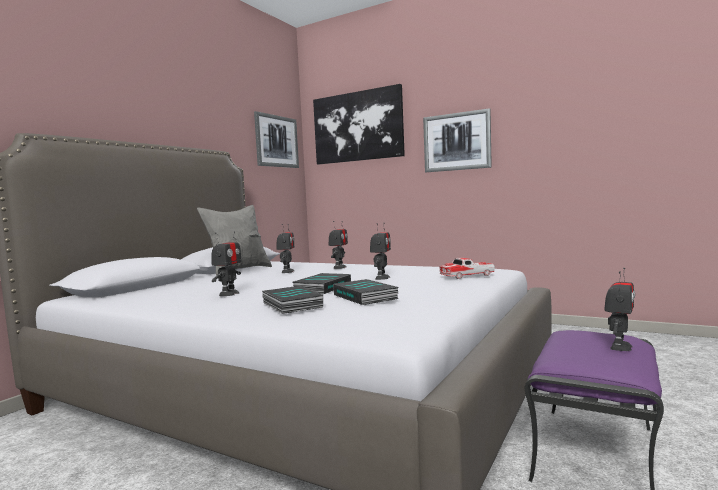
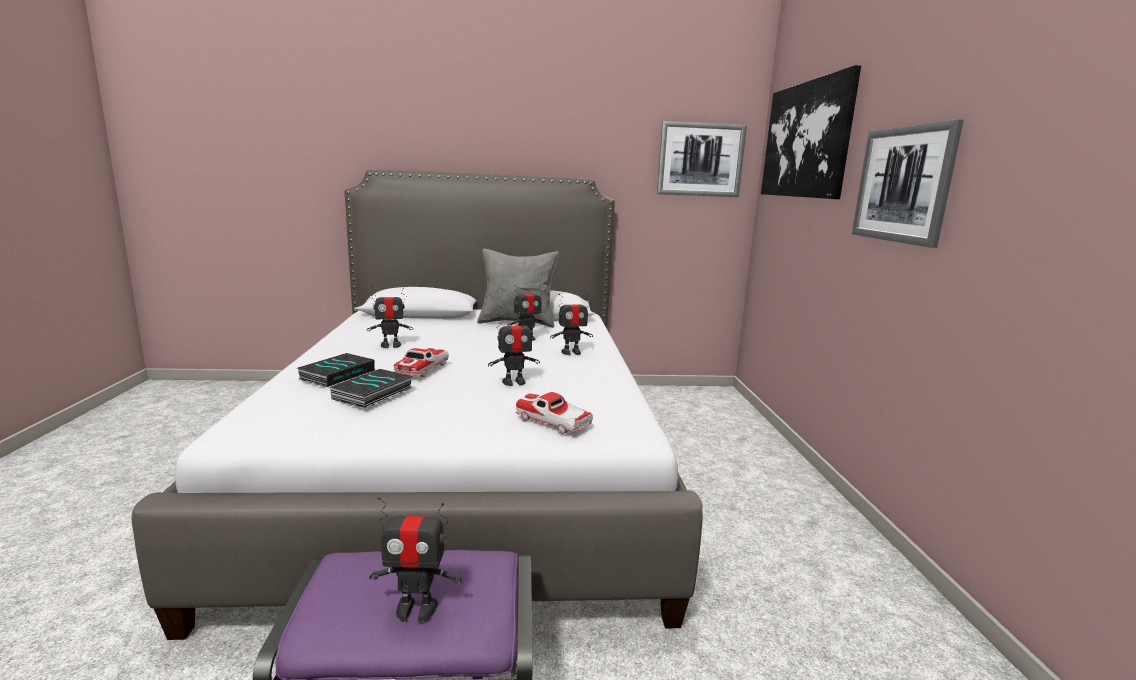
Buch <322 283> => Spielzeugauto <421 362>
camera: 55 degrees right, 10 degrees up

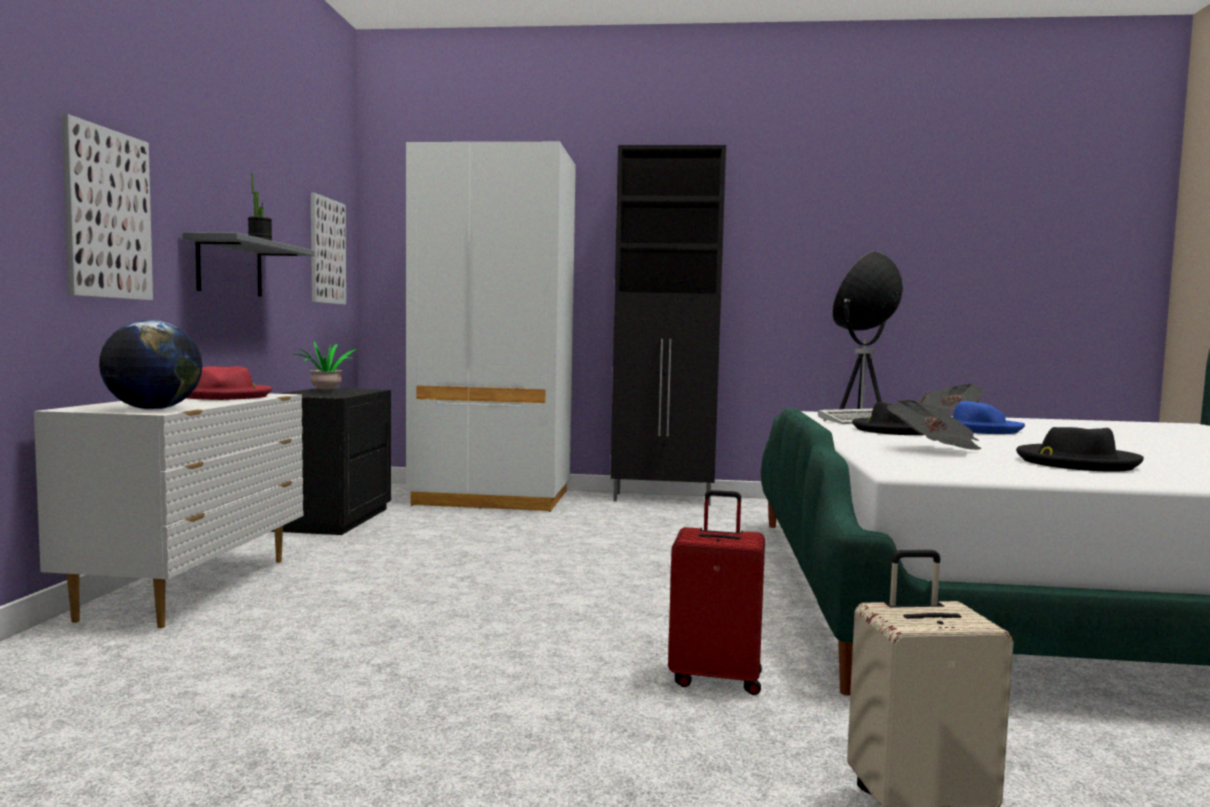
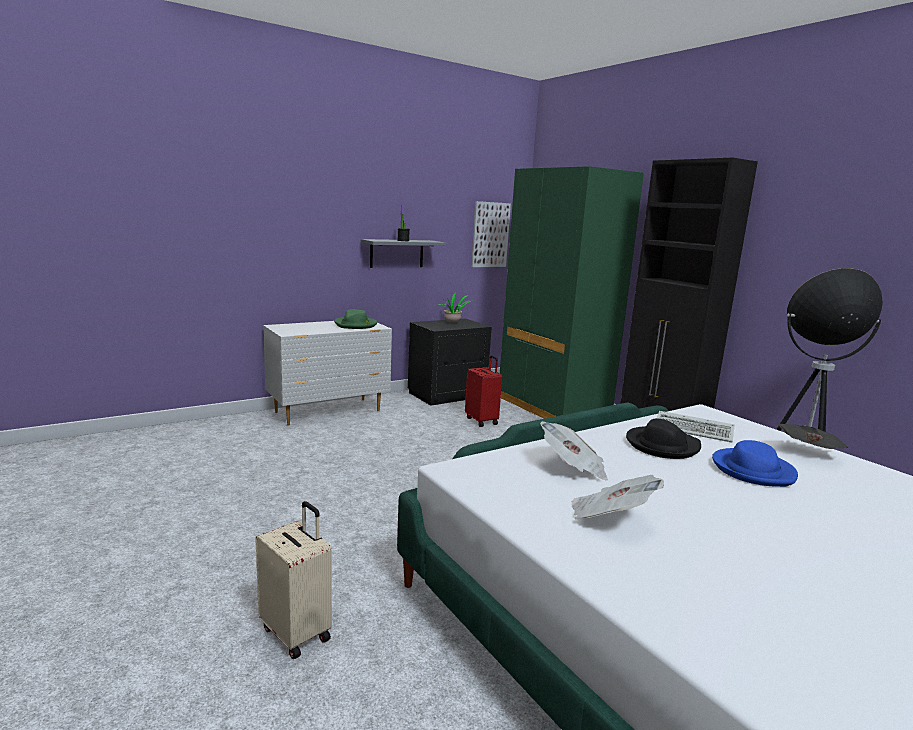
Hut [rot] <229 383> => Hut [grün] <355 319>
Koffer [rot] <716 592> => Koffer [rot] <483 391>, moved
Kleiderschrank [weiß] <491 327> => Kleiderschrank [grün] <572 292>
Hut [schwarz] <1080 449> => Zeitung <617 497>
Bild <107 207> => nothing
Globus <150 364> => nothing
camera: 50 degrees right, 10 degrees up

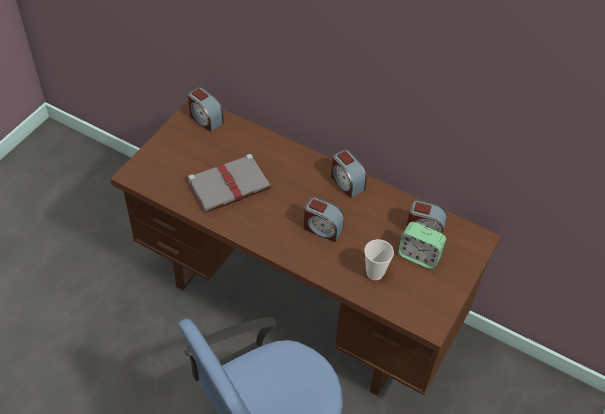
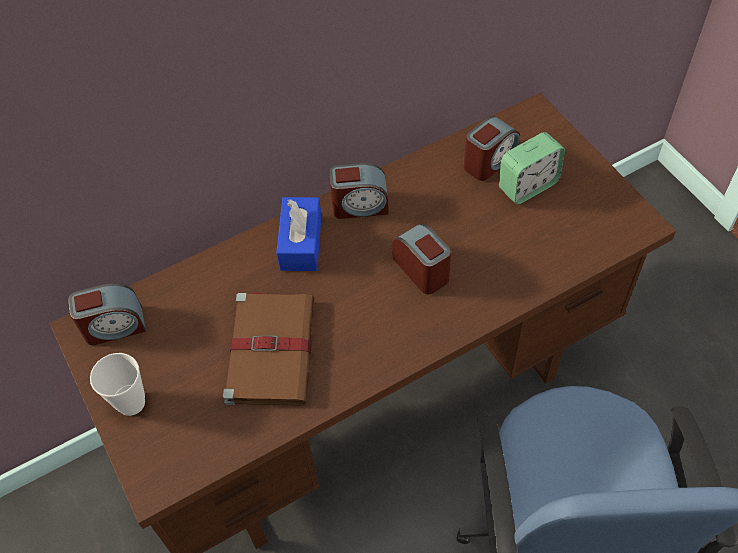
Tasse <379 259> => Tasse <117 384>, moved
Buch [grau] <229 183> => Buch [braun] <268 348>
nothing => Taschentuchbox [blau] <299 234>
Wecker <323 219> => Wecker <421 259>, 90 degrees counterclockwise
camera: 55 degrees left, 5 degrees up

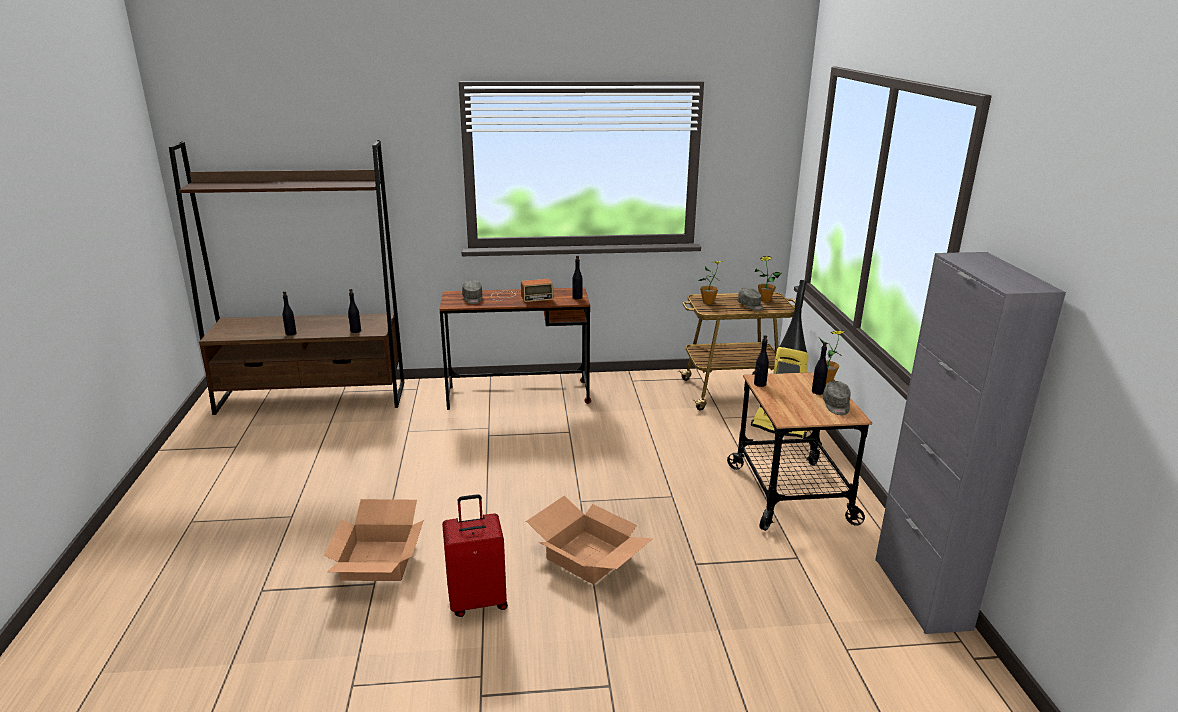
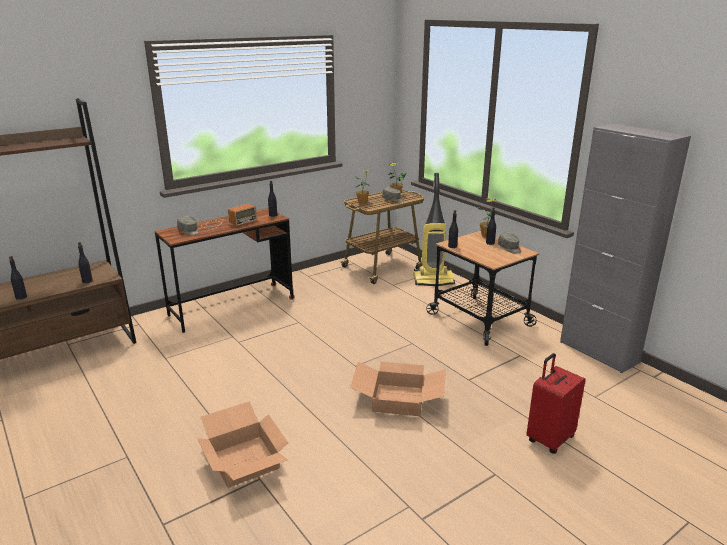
Koffer [rot] <475 555> => Koffer [rot] <555 403>, moved
camera: 30 degrees left, 0 degrees up

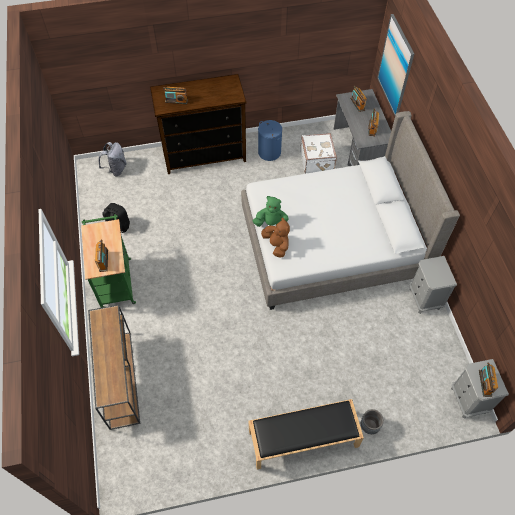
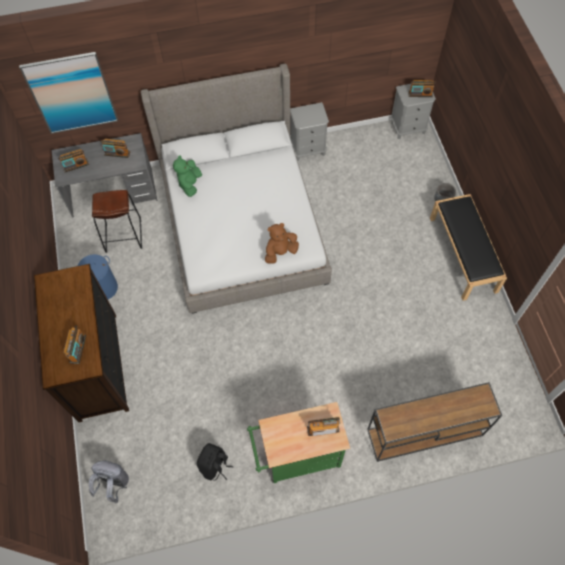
Koffer [weiß] <318 153> => Hocker [braun] <117 221>
Plüschtier [grün] <271 211> => Plüschtier [grün] <187 176>, moved
camera: 90 degrees left, 5 degrees up

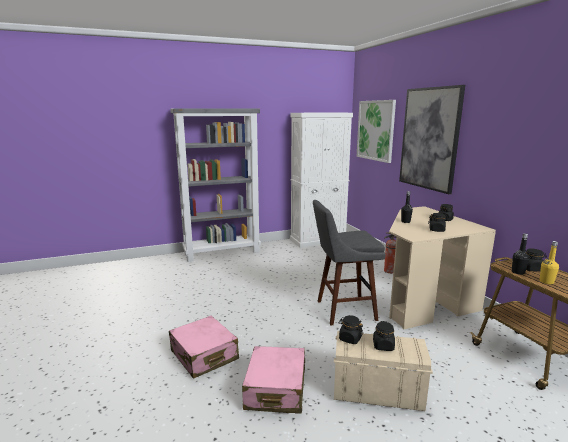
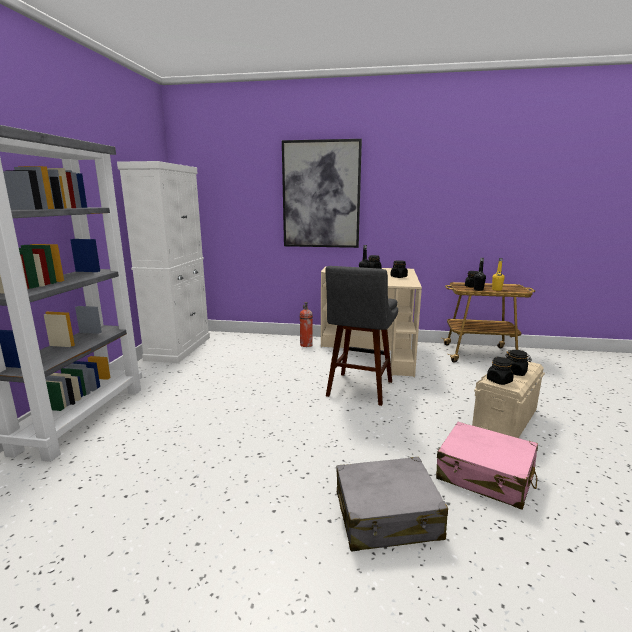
Koffer [rosa] <204 347> => Koffer [grau] <392 504>
Bild <376 131> => nothing
camera: 60 degrees left, 0 degrees up

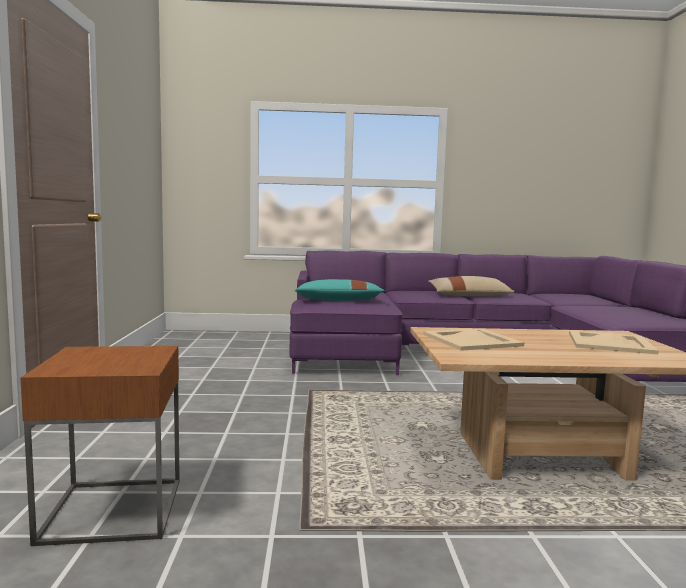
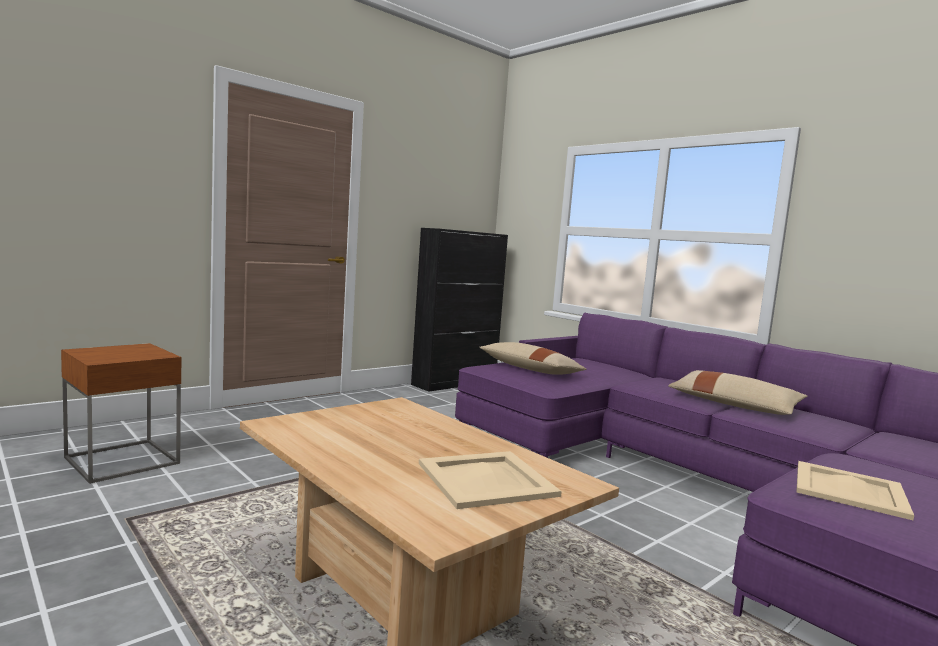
nothing => Schrank [schwarz] <459 310>
Kissen [türkis] <340 290> => Kissen [beige] <533 358>
Tablett [beige] <473 339> => Tablett [beige] <855 490>, moved
camera: 50 degrees right, 0 degrees up

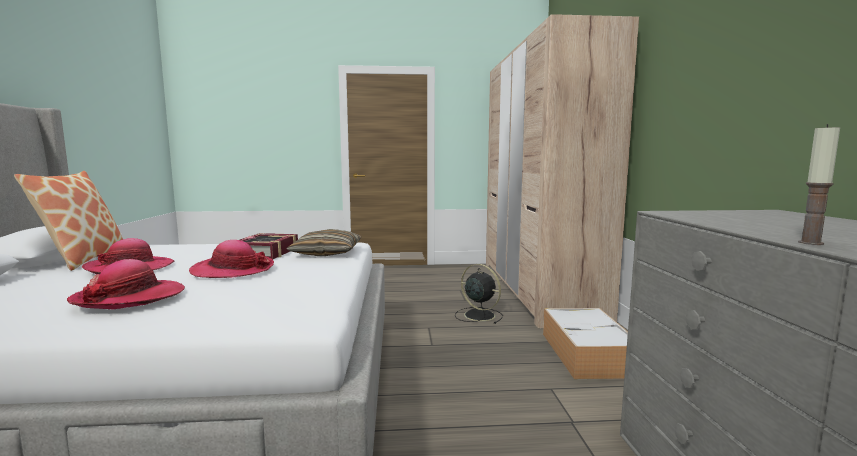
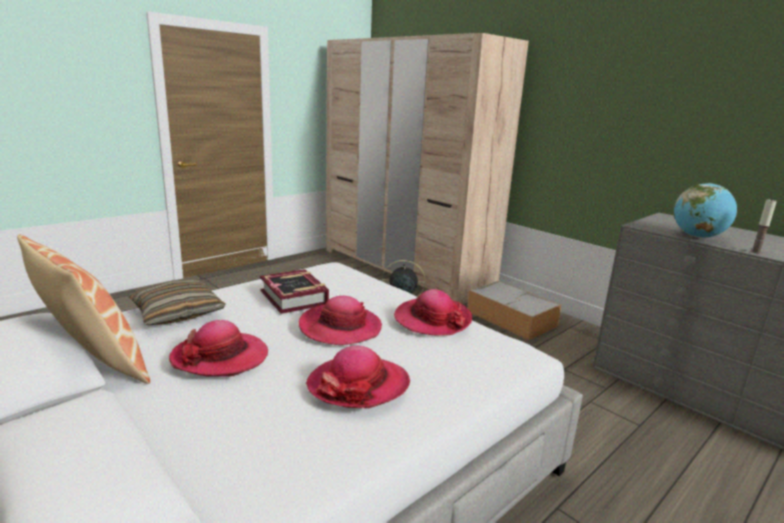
Kissen <323 242> => Kissen <176 302>, moved
nothing => Hut <433 312>
nothing => Globus <705 210>
camera: 40 degrees left, 10 degrees up

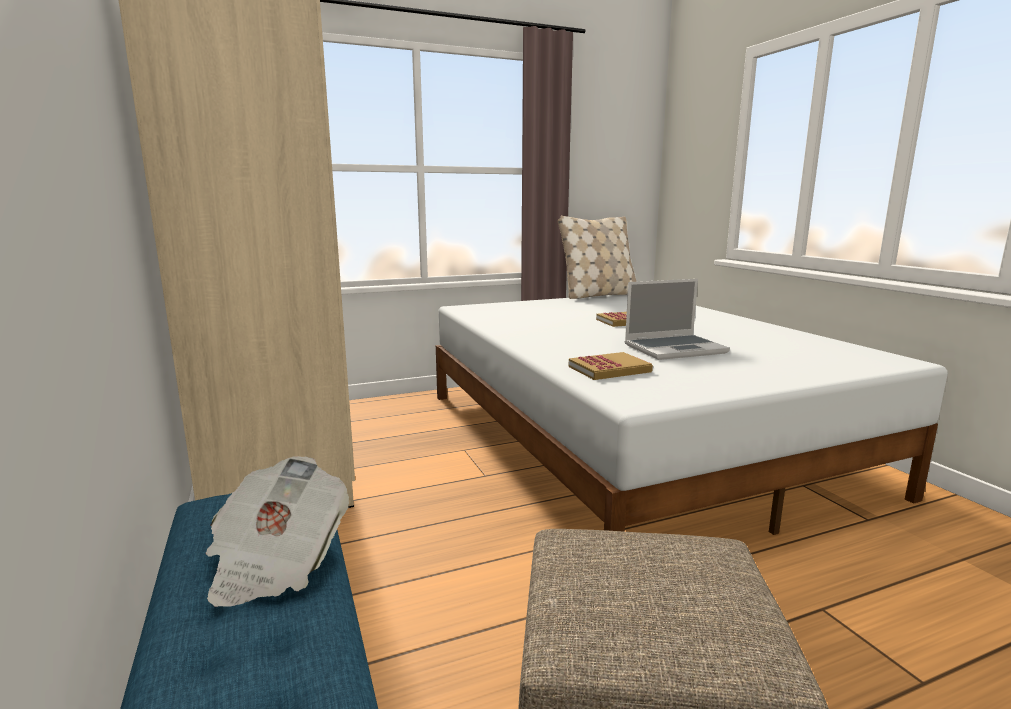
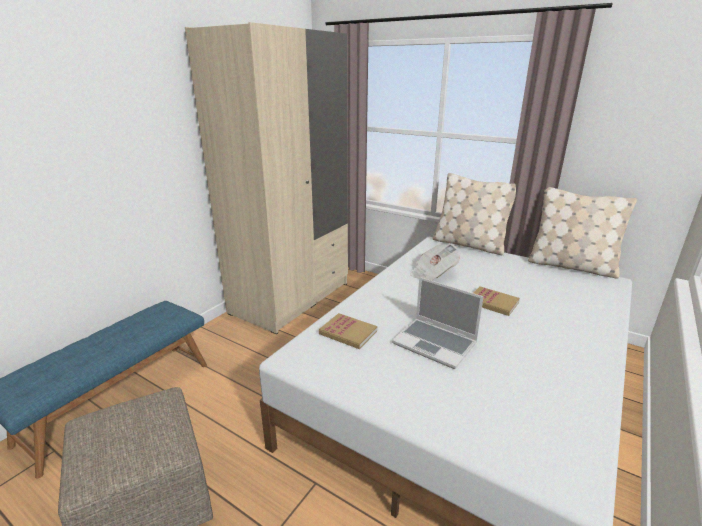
Zeitung <277 531> => Zeitung <435 262>, moved
nothing => Kissen [beige] <474 214>
camera: 55 degrees right, 10 degrees up

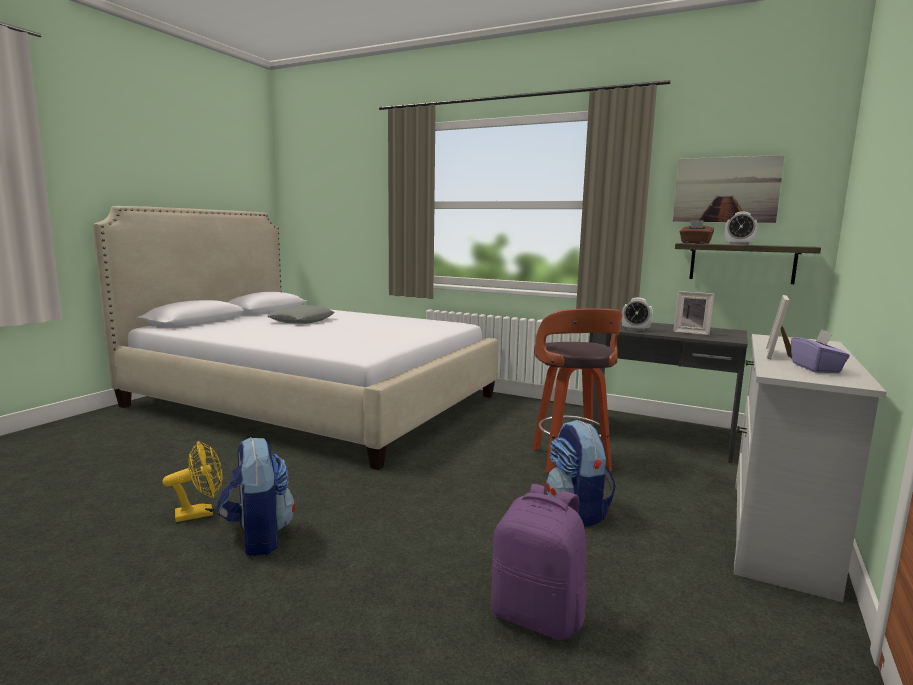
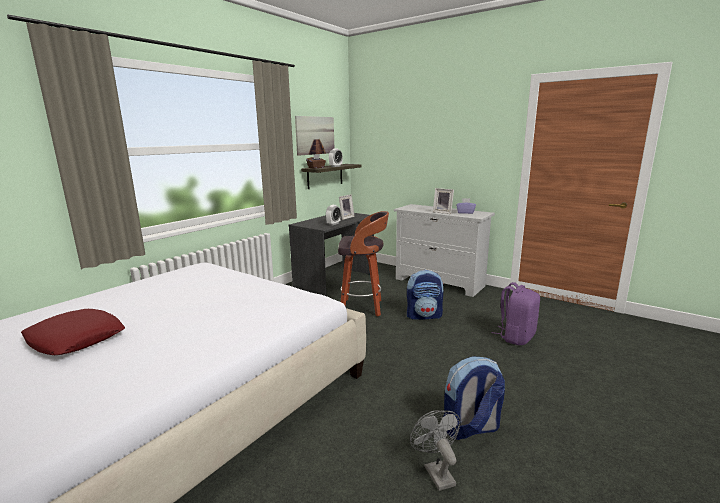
Kissen [grau] <300 314> => Kissen [rot] <73 332>
Ventilator [gelb] <193 481> => Ventilator [grau] <435 450>
camera: 80 degrees left, 5 degrees up

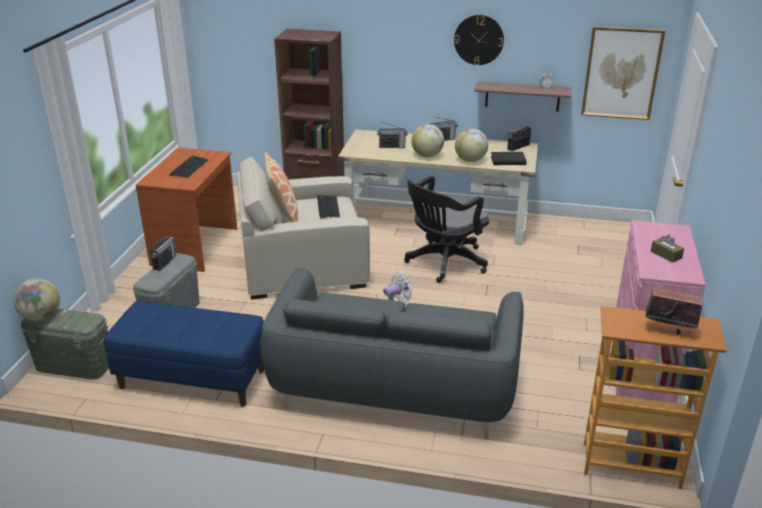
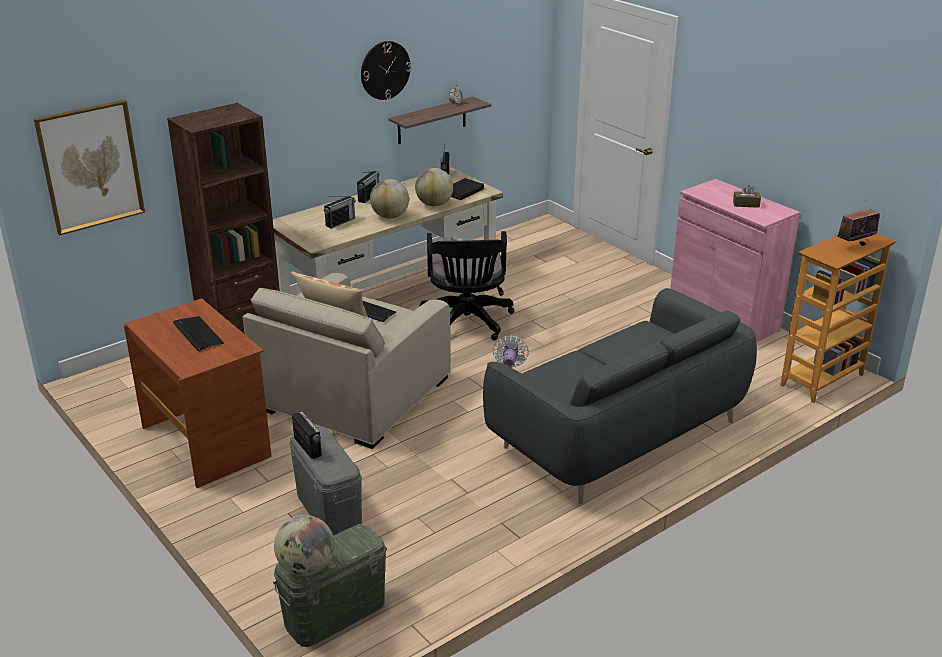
Bild <623 73> => Bild <89 167>, moved
Bank [blau] <184 354> => nothing
camera: 50 degrees left, 0 degrees up

